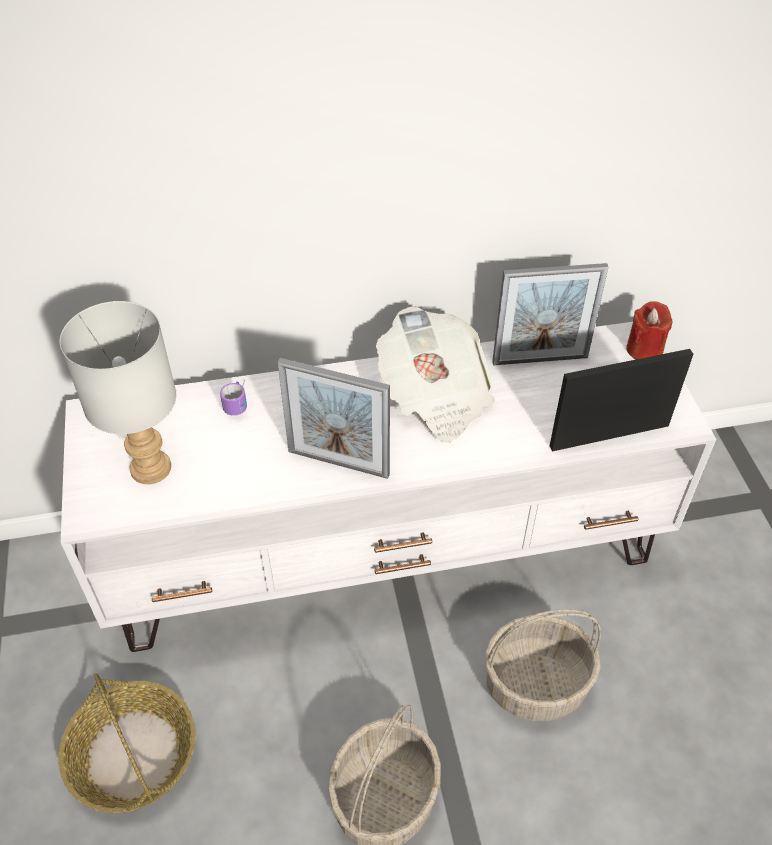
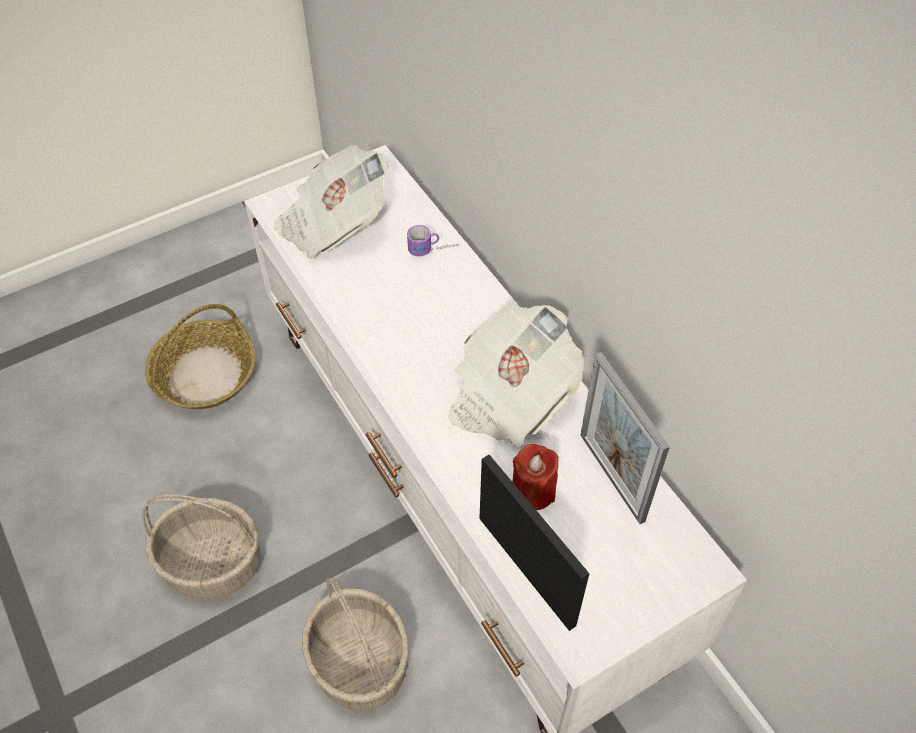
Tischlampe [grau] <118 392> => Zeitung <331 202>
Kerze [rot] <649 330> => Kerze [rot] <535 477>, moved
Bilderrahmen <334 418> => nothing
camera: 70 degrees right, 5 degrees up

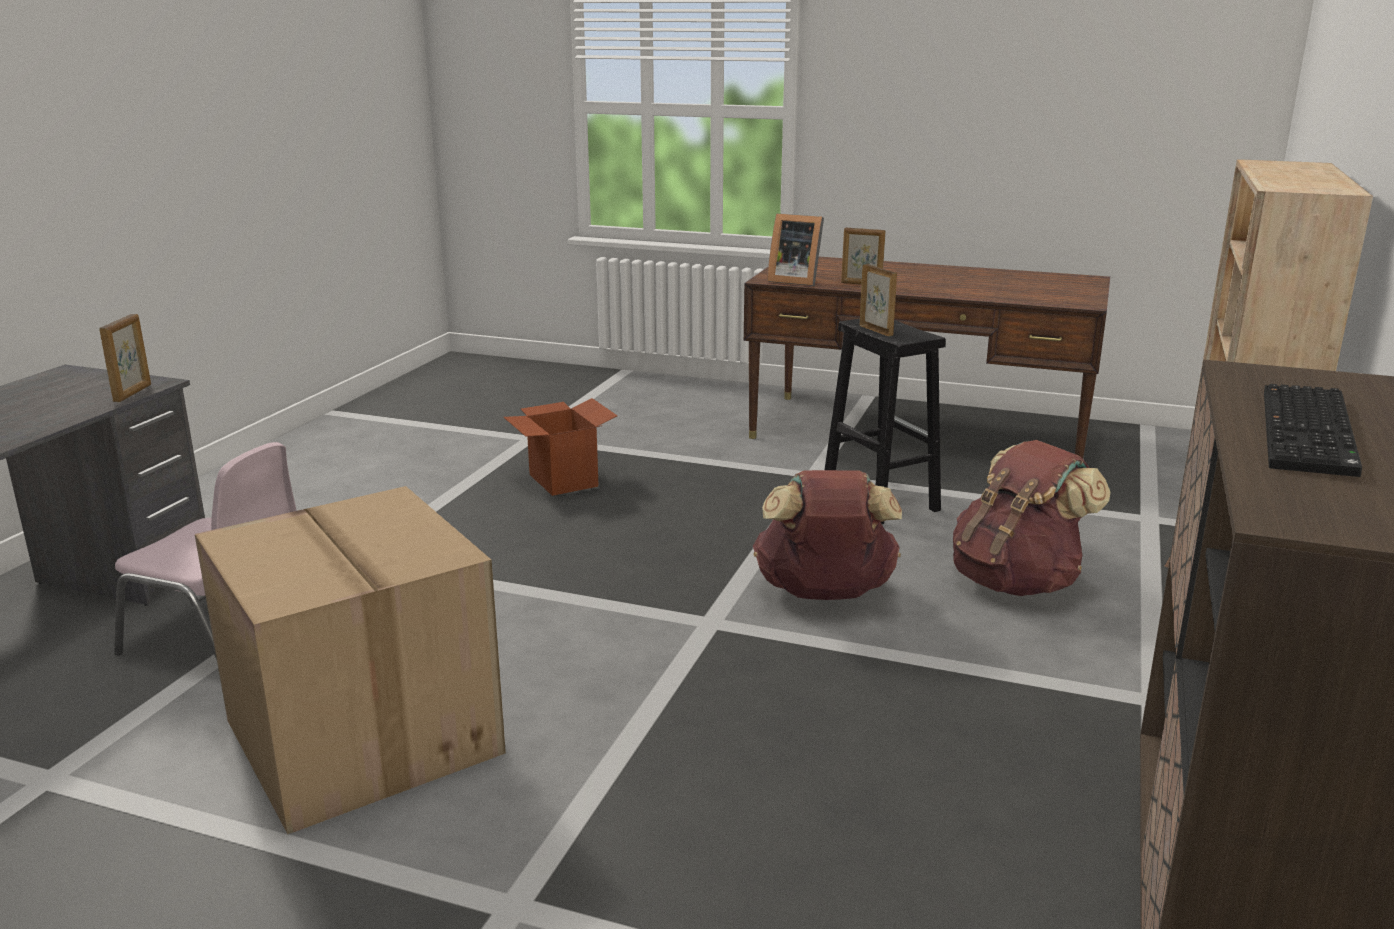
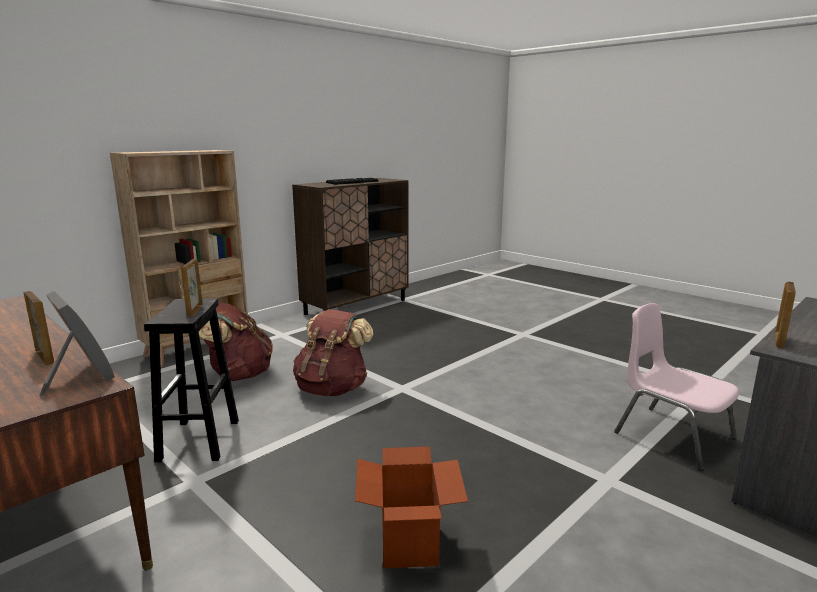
Karton <350 660> => nothing
camera: 155 degrees left, 5 degrees down

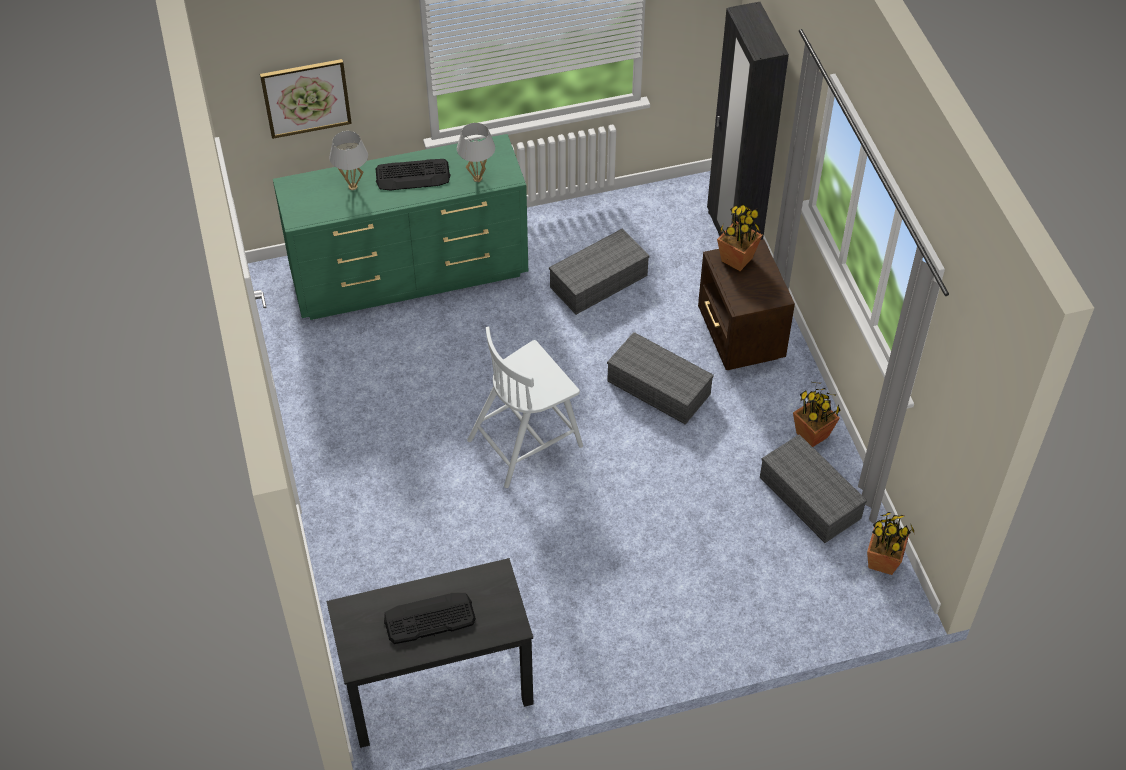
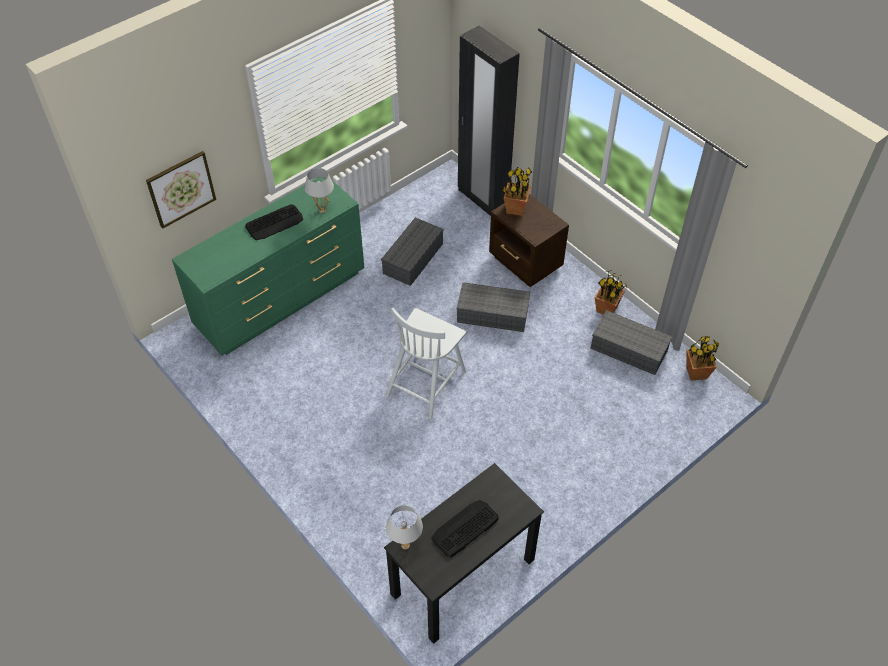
Tischlampe [weiß] <348 160> => Tischlampe [weiß] <404 527>, moved
camera: 25 degrees left, 0 degrees up

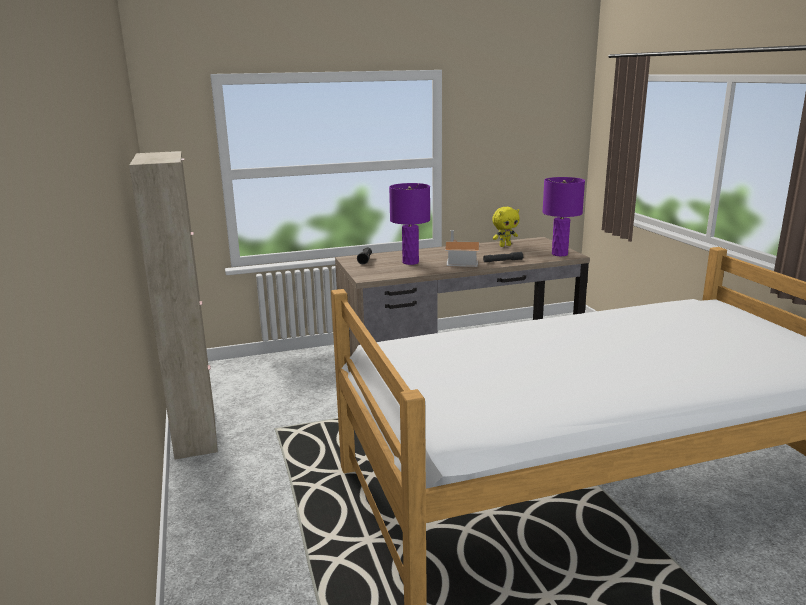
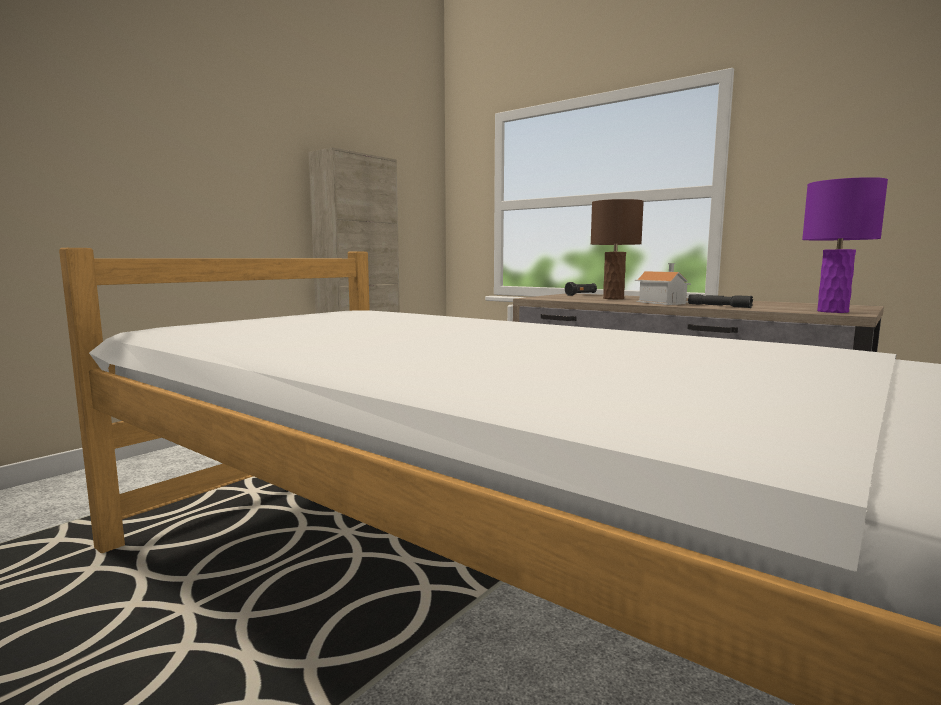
Tischlampe [lila] <409 224> => Tischlampe [braun] <617 249>
Plüschtier [gelb] <506 227> => nothing
camera: 55 degrees right, 10 degrees down

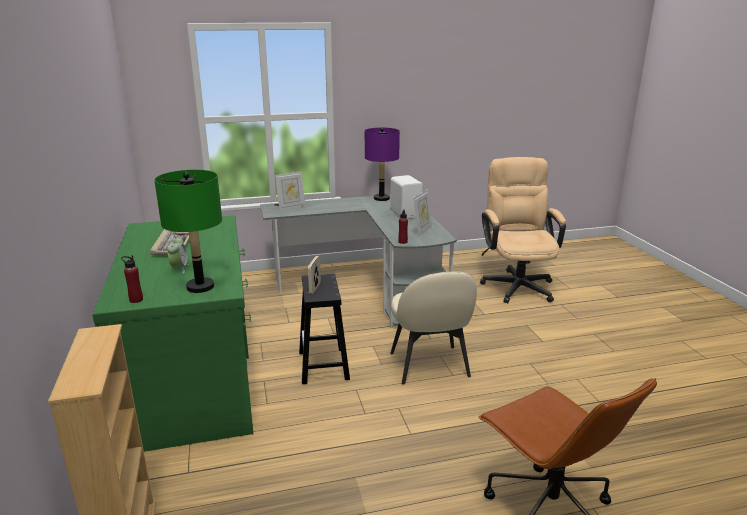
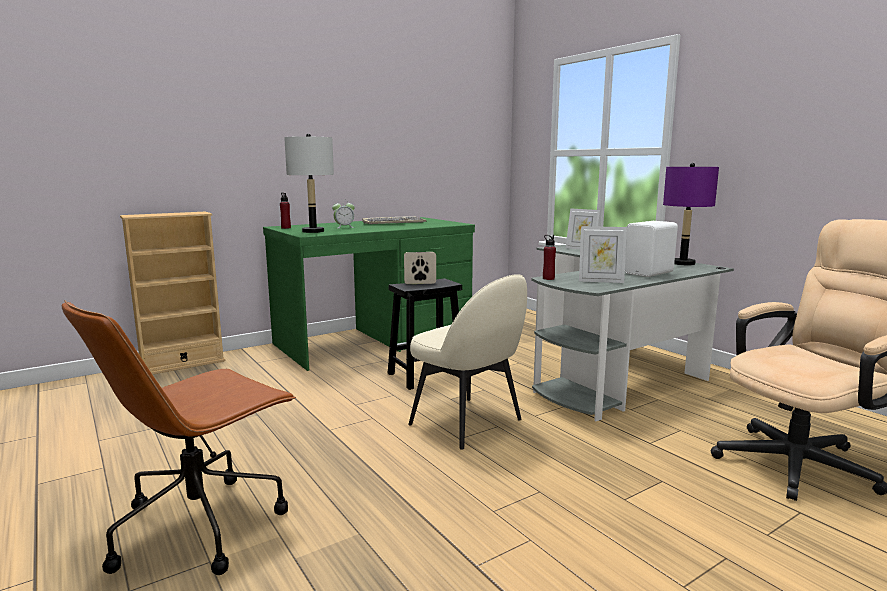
Tischlampe [grün] <188 231> => Tischlampe [grau] <309 183>
Stuhl [beige] <433 328> => Stuhl [beige] <467 362>, 105 degrees counterclockwise
camera: 70 degrees right, 10 degrees down

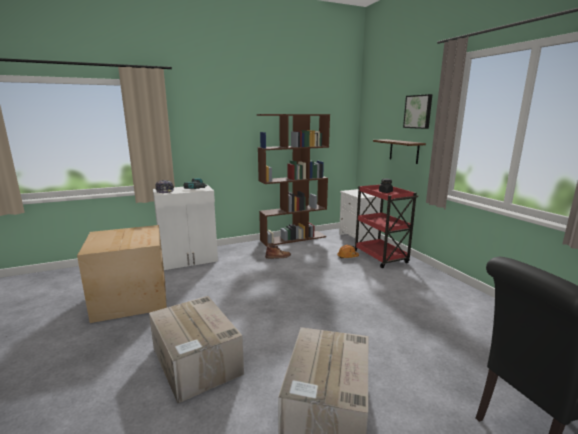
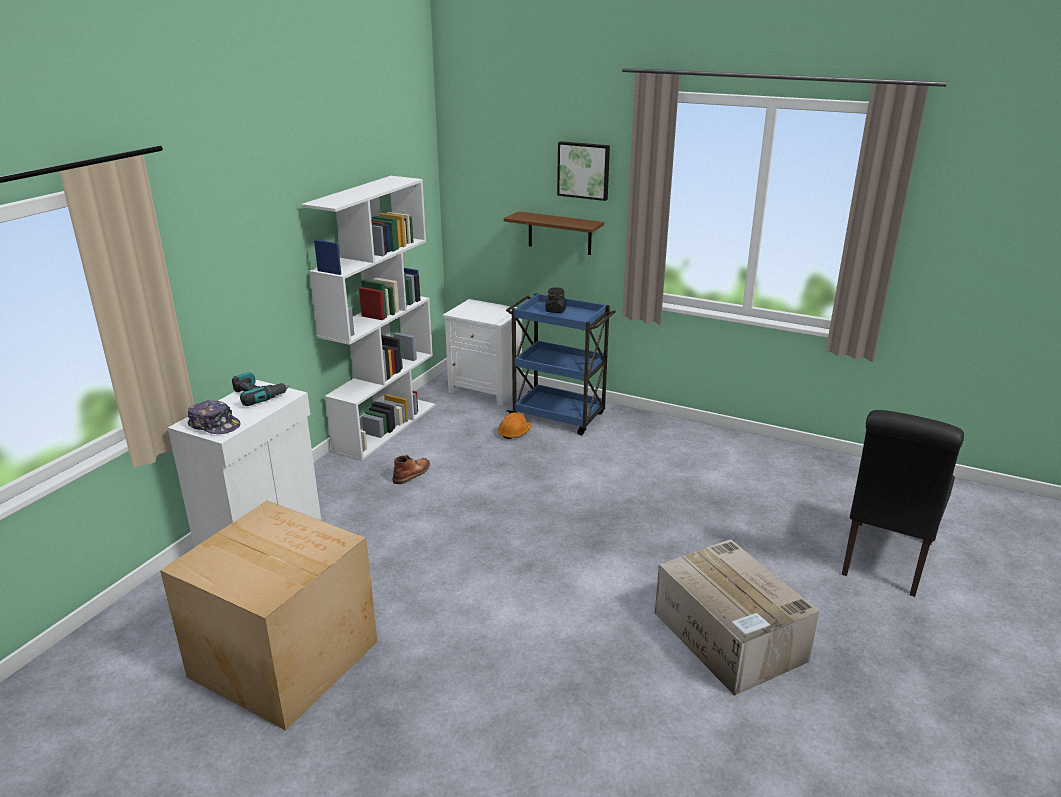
Bücherregal [braun] <293 180> => Bücherregal [weiß] <368 318>
Rollwagen [rot] <385 226> => Rollwagen [blau] <561 364>
Karton <196 349> => nothing
camera: 40 degrees left, 10 degrees up

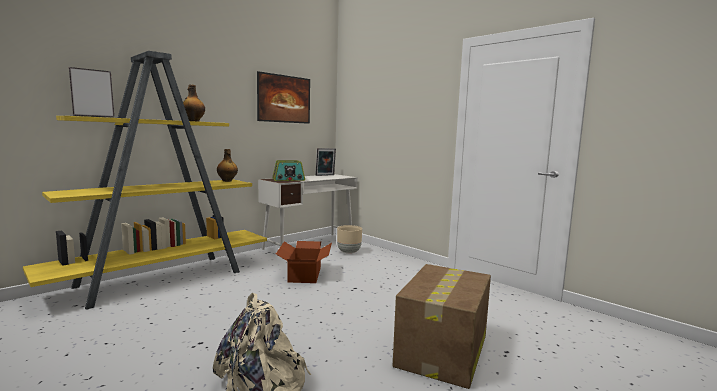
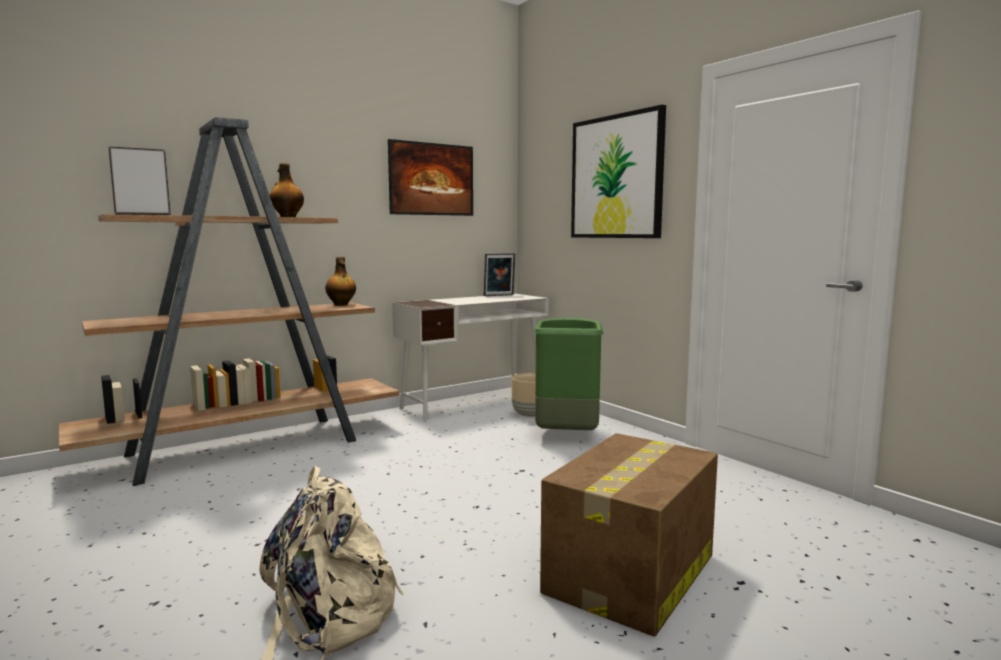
Bücherregal [gelb] <145 180> => Bücherregal [braun] <229 301>
nothing => Mülleimer [grün] <569 374>
nothing => Bild <618 171>
Radio <288 170> => nothing
Karton <304 262> => nothing
camera: 10 degrees right, 0 degrees up

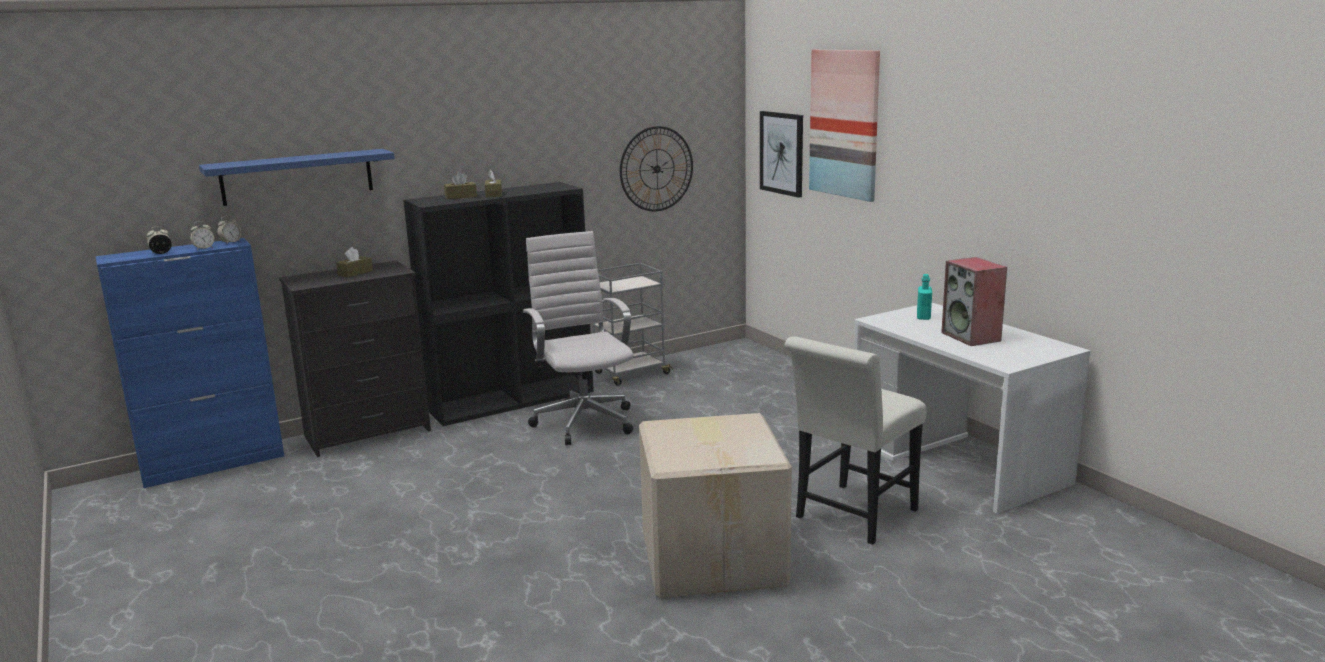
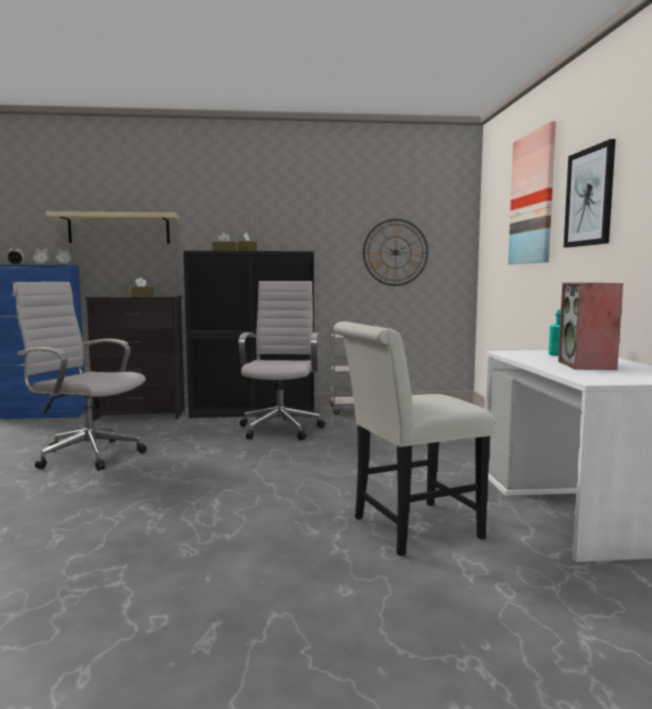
nothing => Bürostuhl [weiß] <80 376>
Wandregal [blau] <297 177> => Wandregal [beige] <112 227>
Bild <781 154> => Bild <590 193>, moved
Karton <715 505> => nothing
camera: 25 degrees right, 10 degrees down

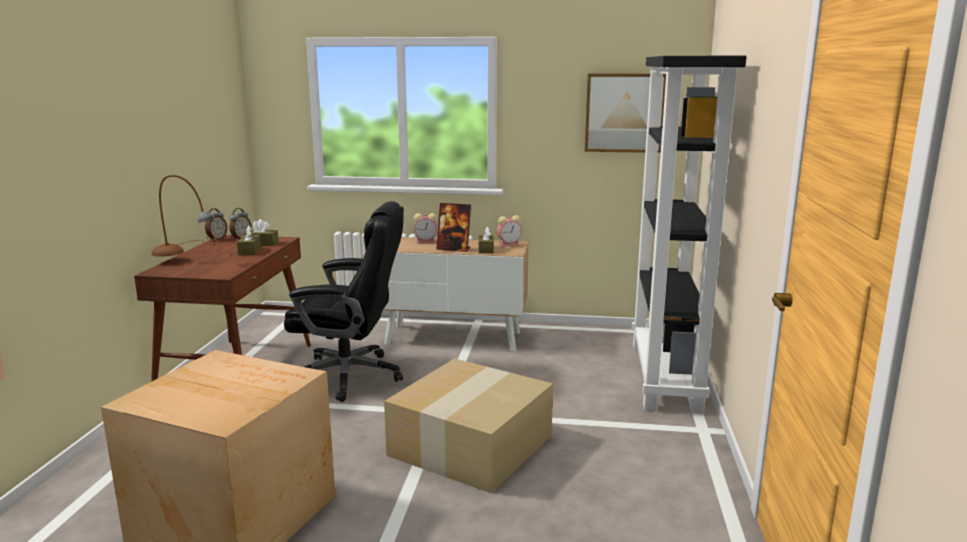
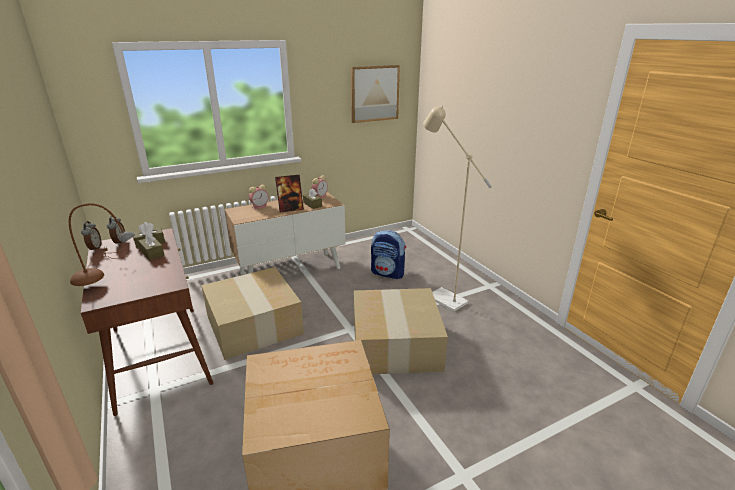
Bürostuhl [schwarz] <344 301> => Karton <252 313>
nothing => Rucksack <388 254>
nothing => Stehlampe [beige] <457 209>
Bücherregal [schwarz] <689 235> => nothing
camera: 35 degrees left, 10 degrees up

